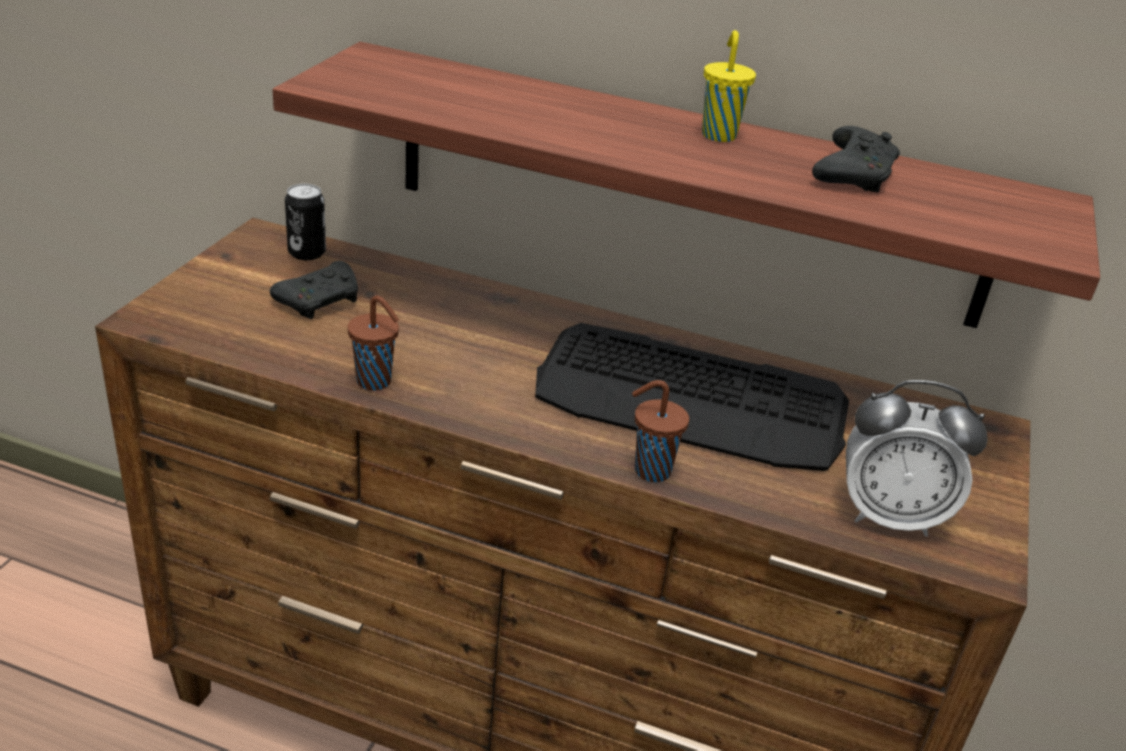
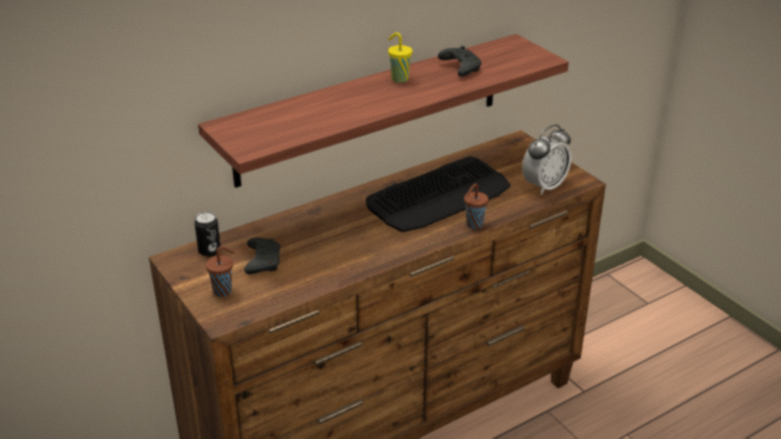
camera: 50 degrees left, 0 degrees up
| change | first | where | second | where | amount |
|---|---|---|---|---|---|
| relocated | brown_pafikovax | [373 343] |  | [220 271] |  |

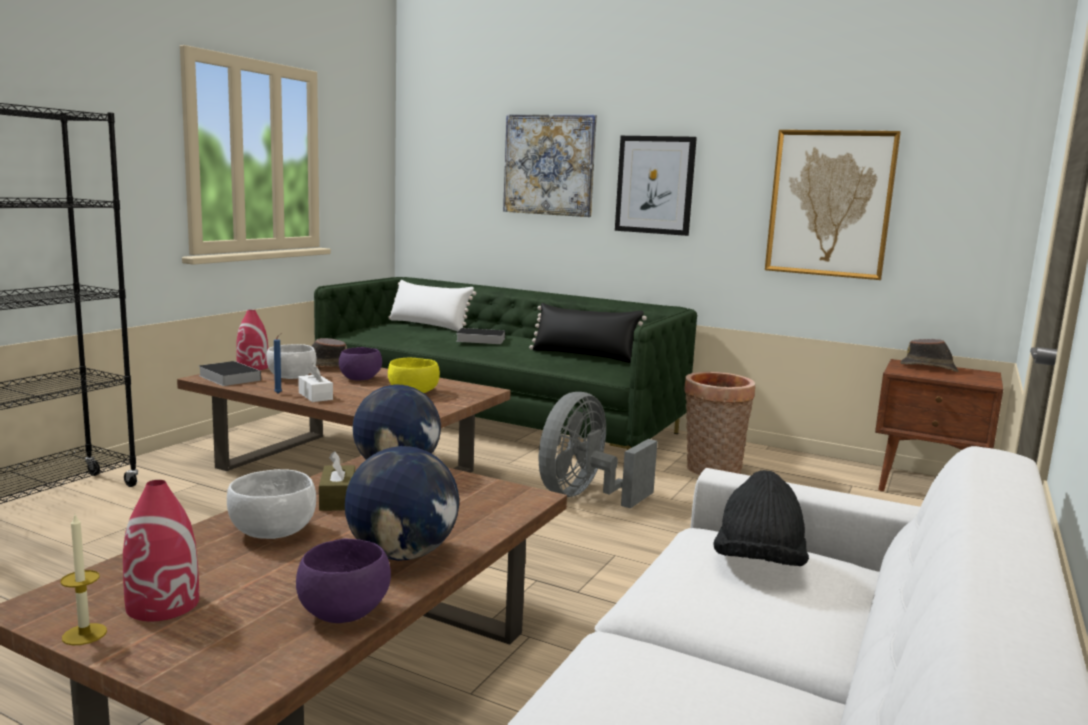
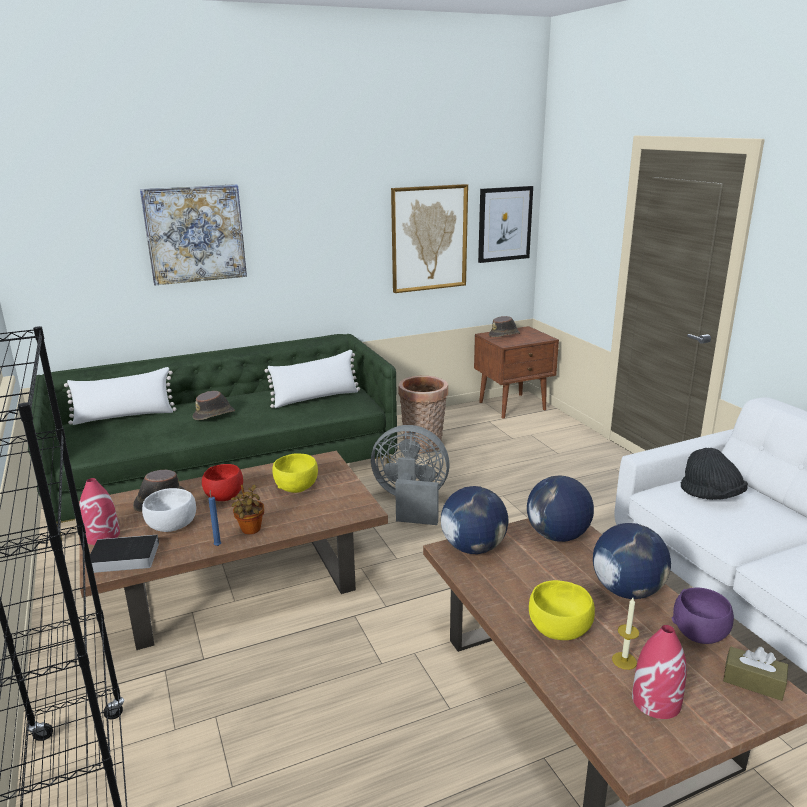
camera: 50 degrees left, 10 degrees up
| change | first | where | second | where | amount |
|---|---|---|---|---|---|
| exchanged | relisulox | [480 336] | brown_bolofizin | [213 405] |  |
| colour | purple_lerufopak | [360 363] | red_lerufopak | [222 482] |  |
| exchanged | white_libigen | [315 382] | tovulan | [247 509] |  |
| colour | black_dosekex | [588 333] | white_dosekex | [312 379] |  |
| spun | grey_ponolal | [598 450] |  | [410 475] | 120 degrees clockwise |
| relocated | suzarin | [656 186] |  | [505 224] |  |
| appeared |  |  | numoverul | [560 508] |  |
| colour | white_lerufopak | [271 504] | yellow_lerufopak | [562 610] |  |
| relocated | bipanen | [83 580] |  | [625 634] |  |
| relocated | brown_libigen | [337 481] |  | [755 674] |  |

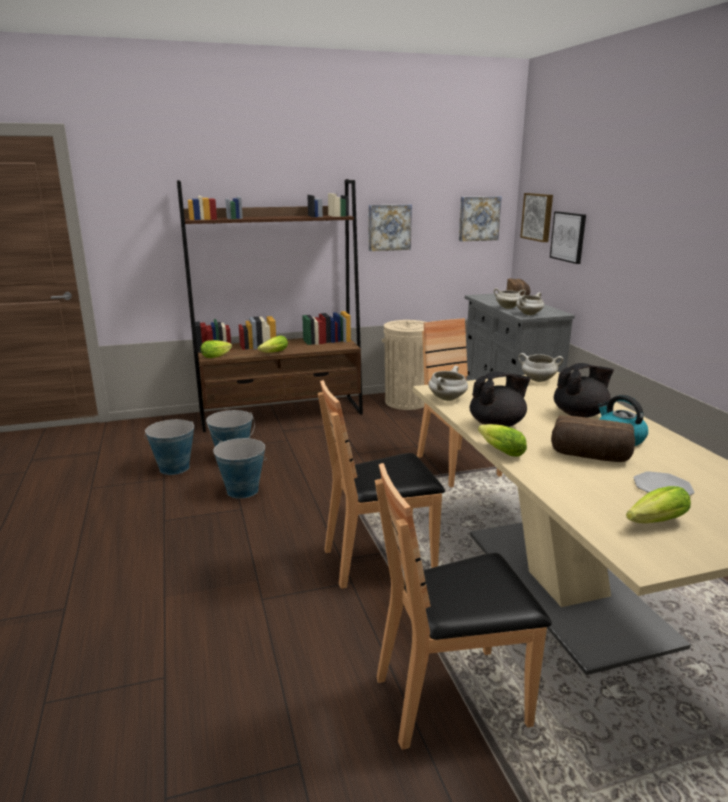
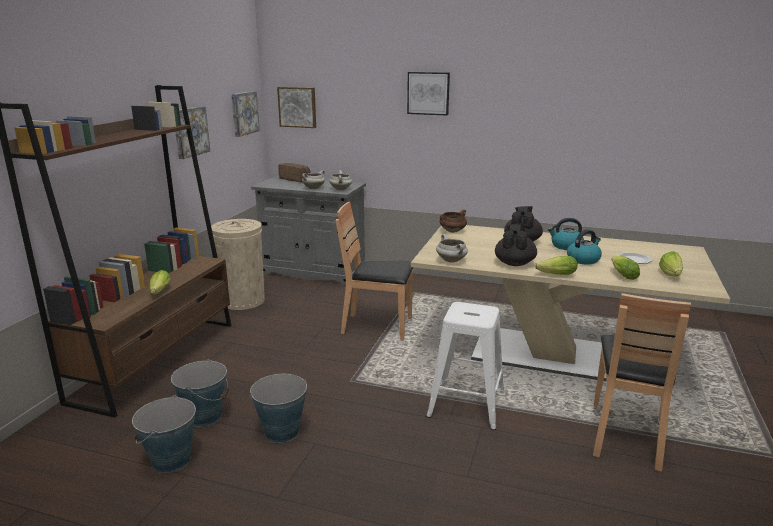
camera: 55 degrees left, 0 degrees up
| change | first | where | second | where | amount |
|---|---|---|---|---|---|
| relocated | suzarin | [568 237] |  | [428 94] |  |
| exchanged | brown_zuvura | [381 484] | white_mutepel | [465 366] |  |
| colour | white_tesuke | [540 367] | brown_tesuke | [453 221] |  |
| exchanged | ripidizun | [593 438] | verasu | [584 247] |  |
| relocated | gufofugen | [216 349] |  | [626 268] |  |

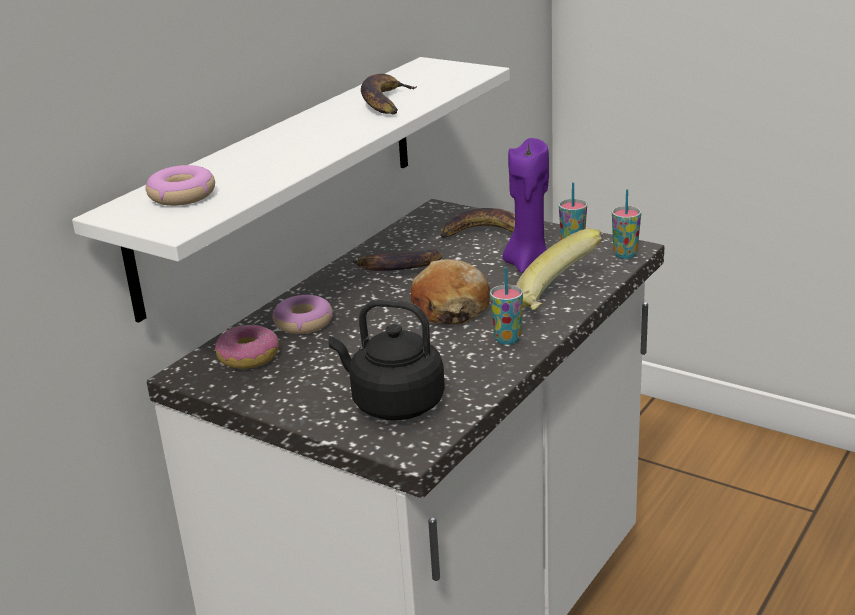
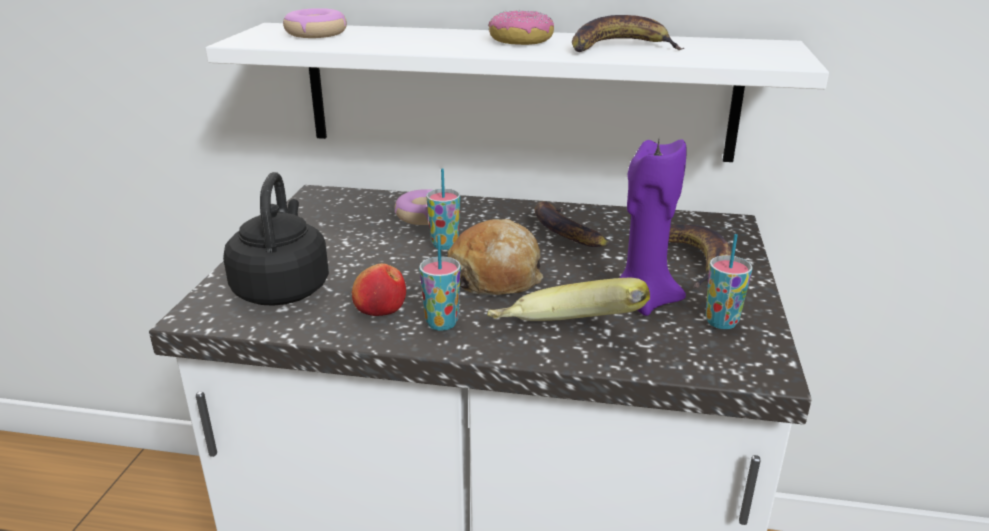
camera: 65 degrees right, 0 degrees up
| change | first | where | second | where | amount |
|---|---|---|---|---|---|
| appeared |  |  | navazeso | [379 289] |  |
| relocated | pafikovax | [626 224] |  | [443 209] |  |
| relocated | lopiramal | [247 347] |  | [521 27] |  |

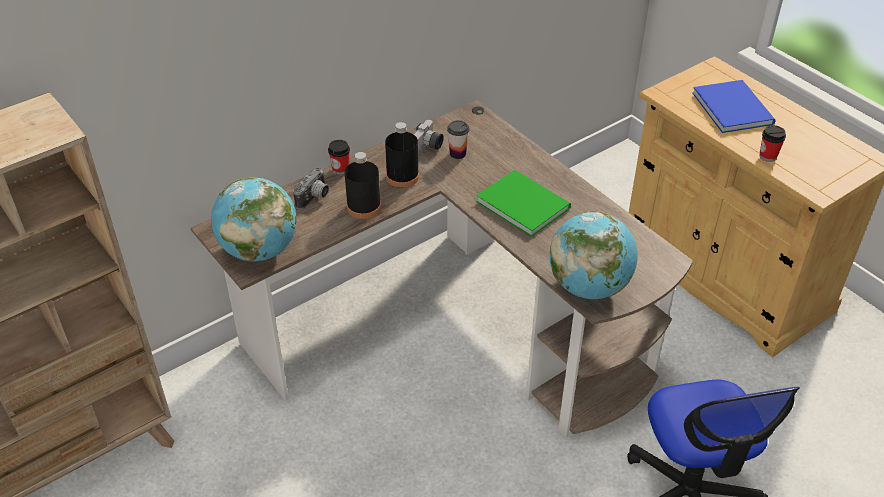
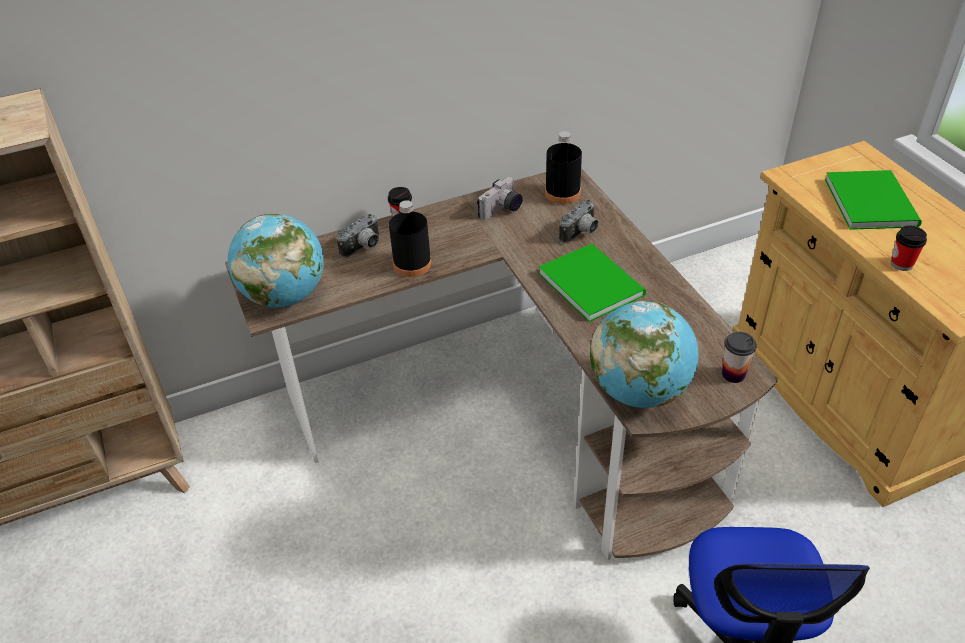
camera: 15 degrees right, 0 degrees up
| change | first | where | second | where | amount |
|---|---|---|---|---|---|
| relocated | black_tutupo | [402 155] |  | [563 167] |  |
| appeared |  |  | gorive | [579 222] |  |
| relocated | pafikovax | [458 139] |  | [739 357] |  |
| colour | blue_relisulox | [734 106] | green_relisulox | [873 200] |  |

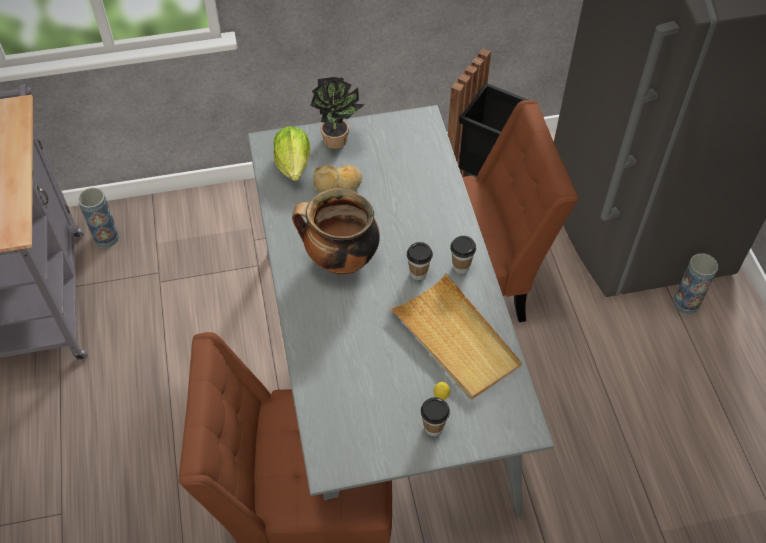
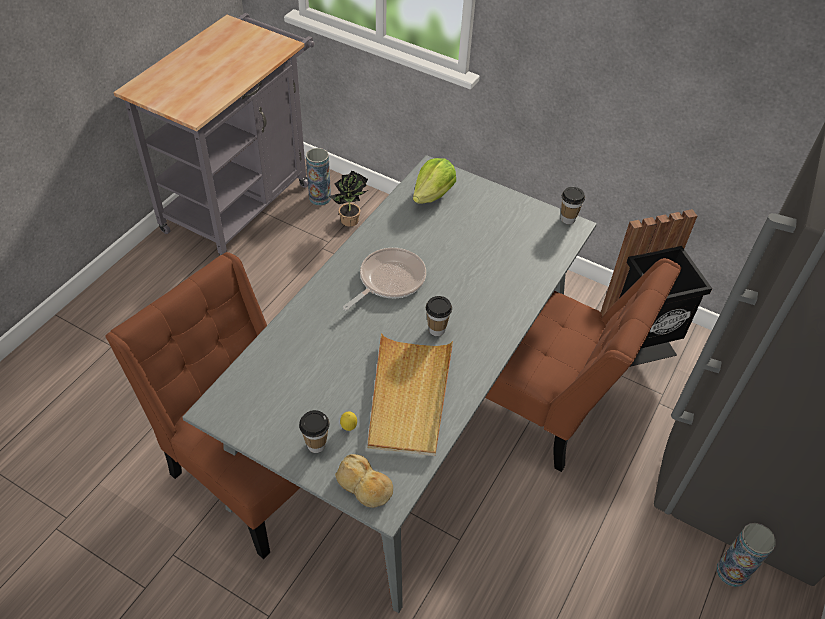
camera: 40 degrees right, 5 degrees down
| change | first | where | second | where | amount |
|---|---|---|---|---|---|
| relocated | tovulan | [337 113] |  | [348 199] |  |
| relocated | ripidizun | [337 178] |  | [364 481] |  |
| exchanged | tesuke | [336 231] | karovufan | [384 279] |  |
| relocated | pafikovax | [463 255] |  | [573 205] |  |

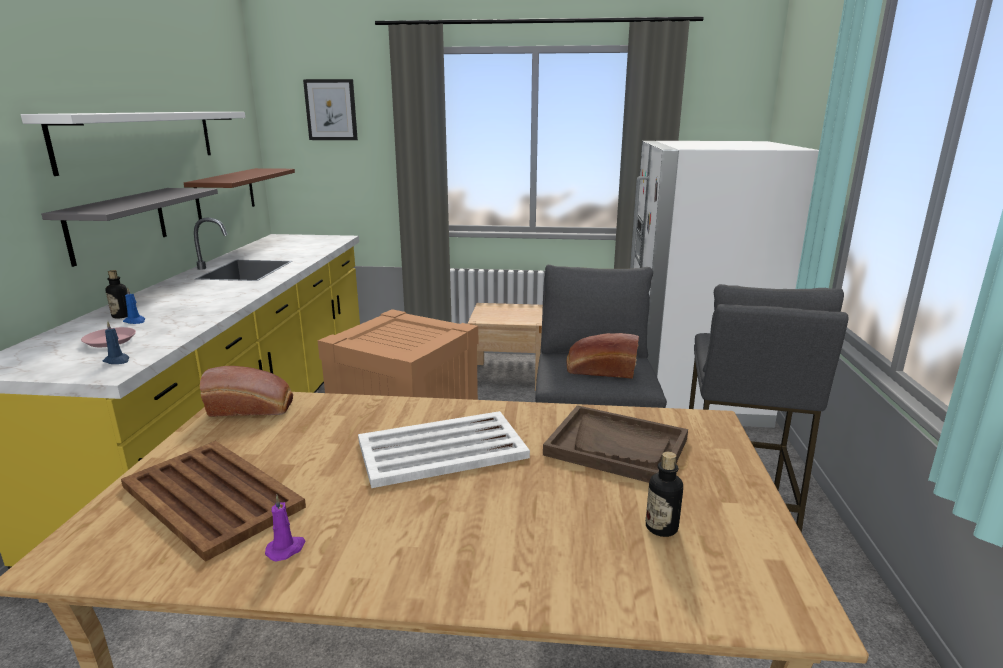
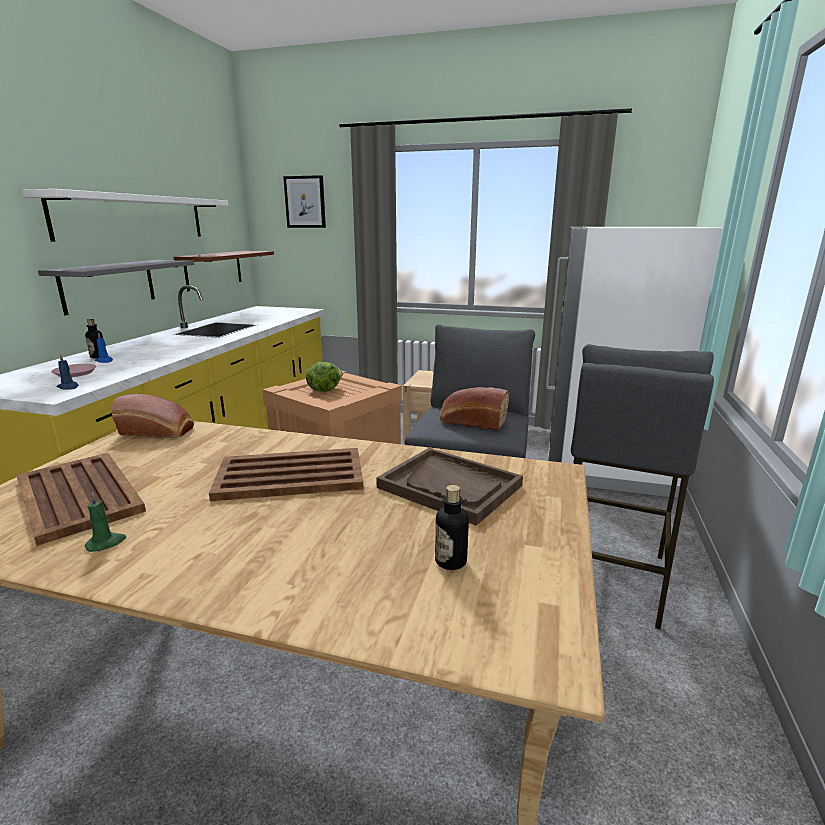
camera: 10 degrees right, 0 degrees up
| change | first | where | second | where | amount |
|---|---|---|---|---|---|
| colour | purple_bipanen | [285 528] | green_bipanen | [105 522] |  |
| colour | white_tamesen | [444 449] | brown_tamesen | [286 474] |  |
| appeared |  |  | gufofugen | [324 377] |  |

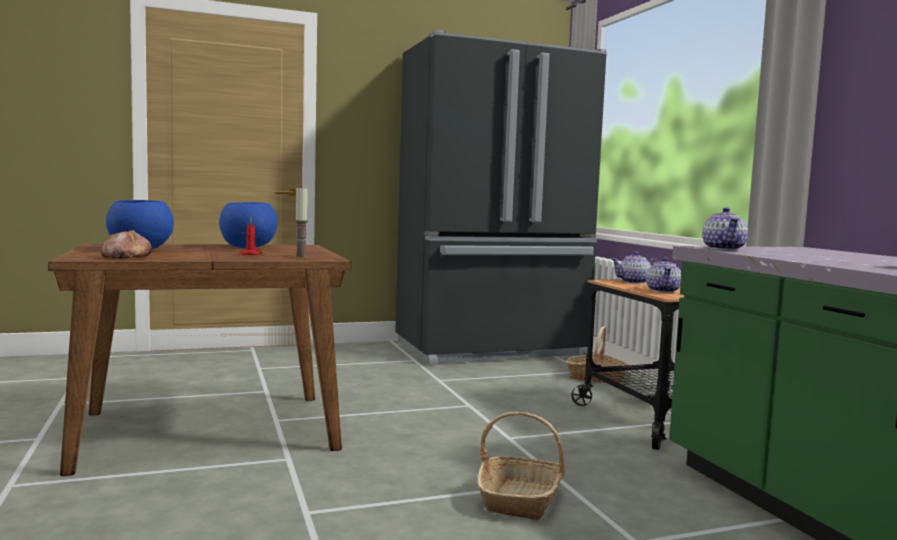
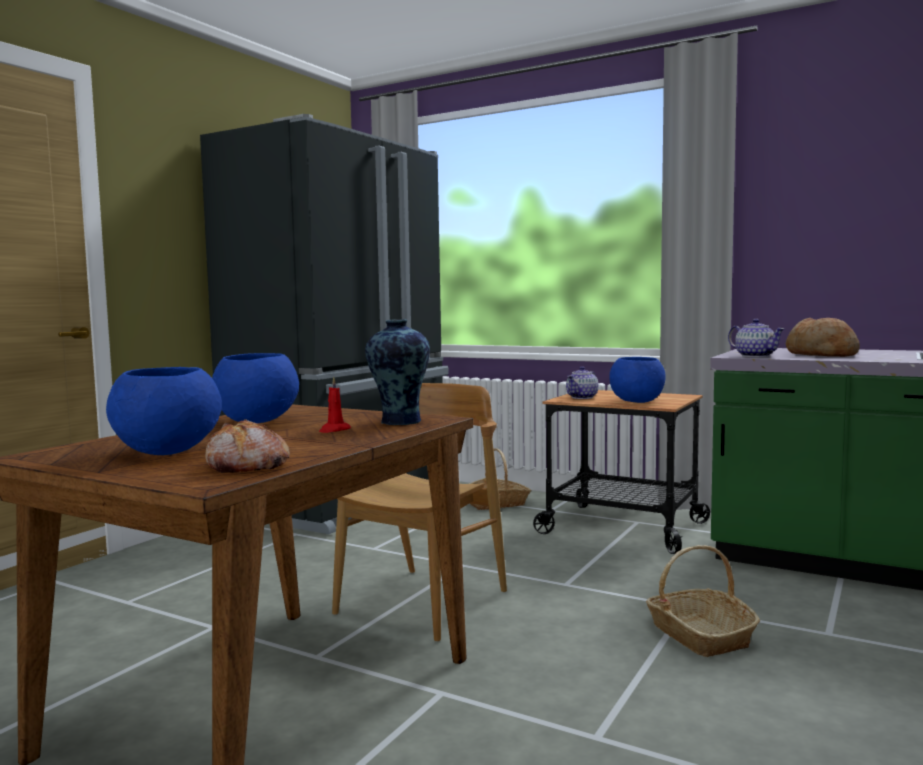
camera: 40 degrees left, 0 degrees up
| change | first | where | second | where | amount |
|---|---|---|---|---|---|
| appeared |  |  | brown_zuvura | [419 512] |  |
| exchanged | bipanen | [301 222] | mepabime | [397 372] |  |
| exchanged | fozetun | [663 275] | blue_lerufopak | [638 380] |  |
| appeared |  |  | ripidizun | [823 337] |  |

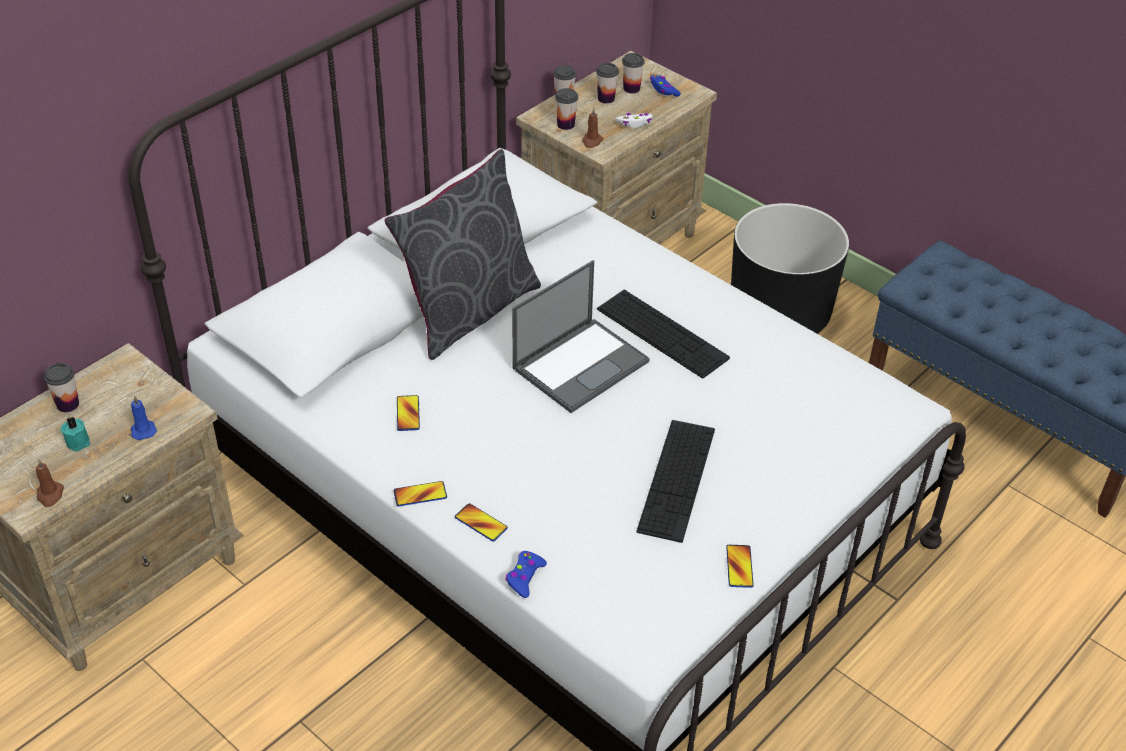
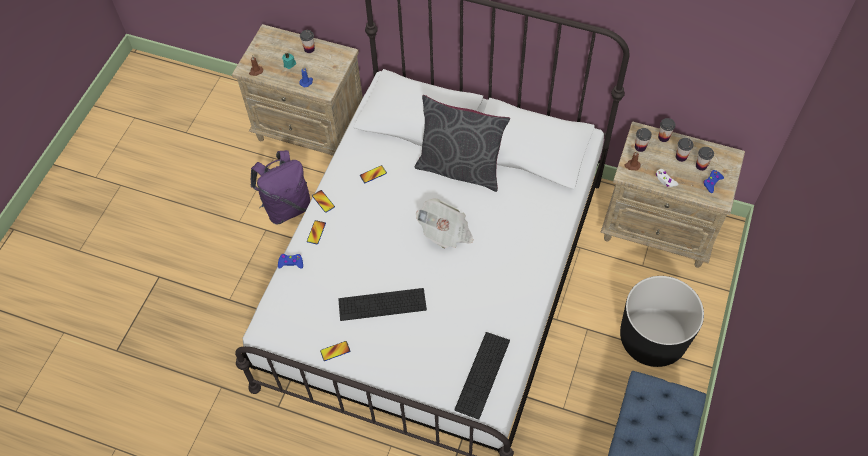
camera: 70 degrees right, 15 degrees up
| change | first | where | second | where | amount |
|---|---|---|---|---|---|
| appeared |  |  | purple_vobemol | [280 187] |  |
| exchanged | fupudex | [581 336] | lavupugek | [445 223] |  |
| relocated | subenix | [663 334] |  | [482 376] |  |

